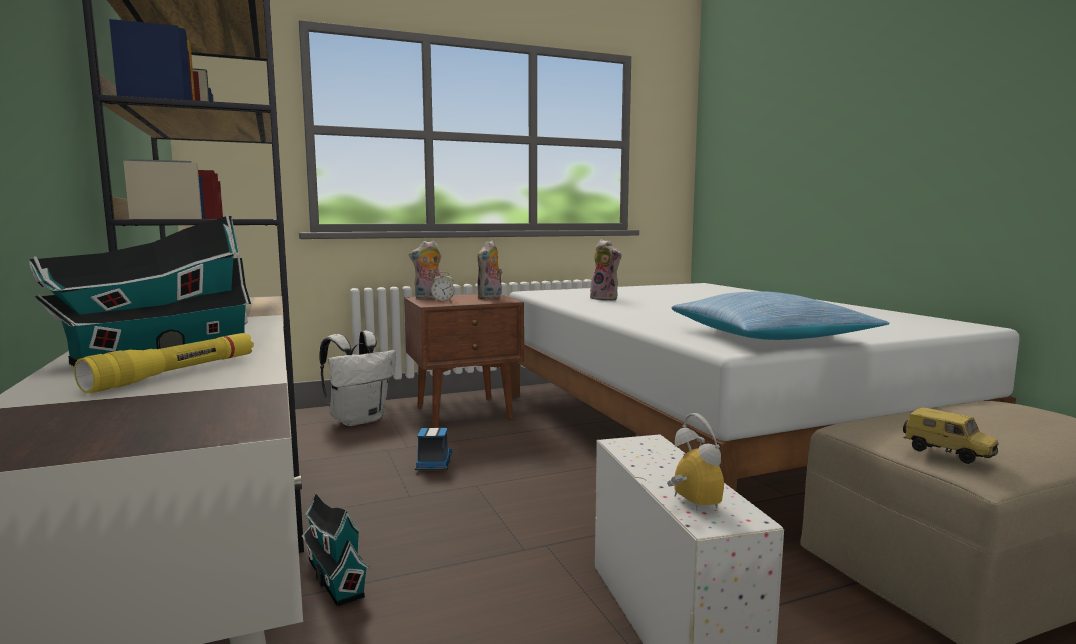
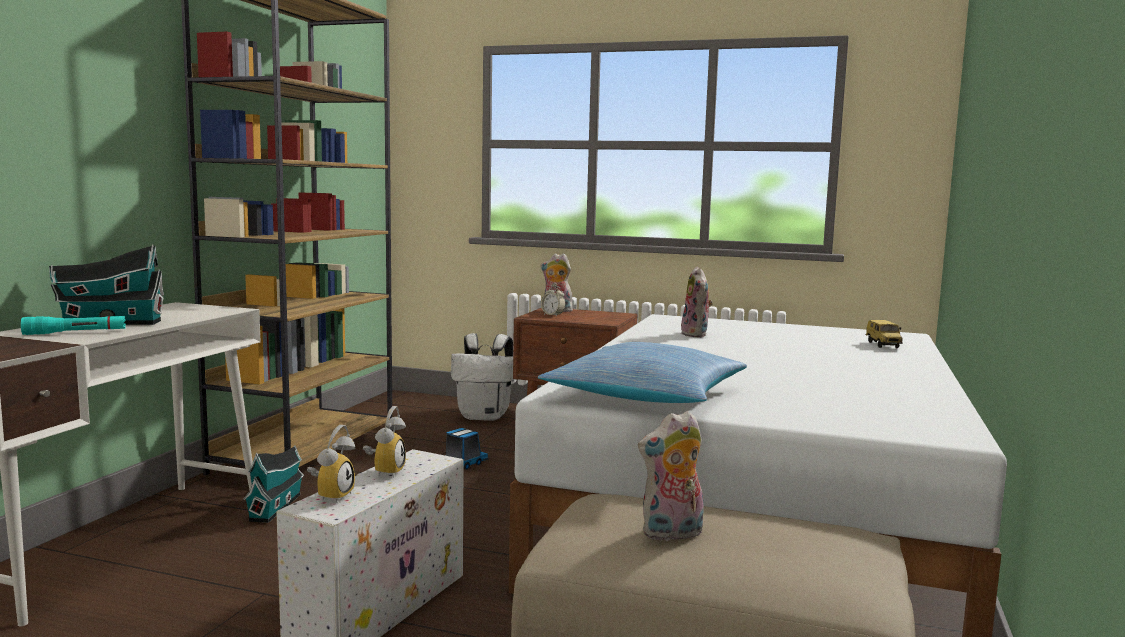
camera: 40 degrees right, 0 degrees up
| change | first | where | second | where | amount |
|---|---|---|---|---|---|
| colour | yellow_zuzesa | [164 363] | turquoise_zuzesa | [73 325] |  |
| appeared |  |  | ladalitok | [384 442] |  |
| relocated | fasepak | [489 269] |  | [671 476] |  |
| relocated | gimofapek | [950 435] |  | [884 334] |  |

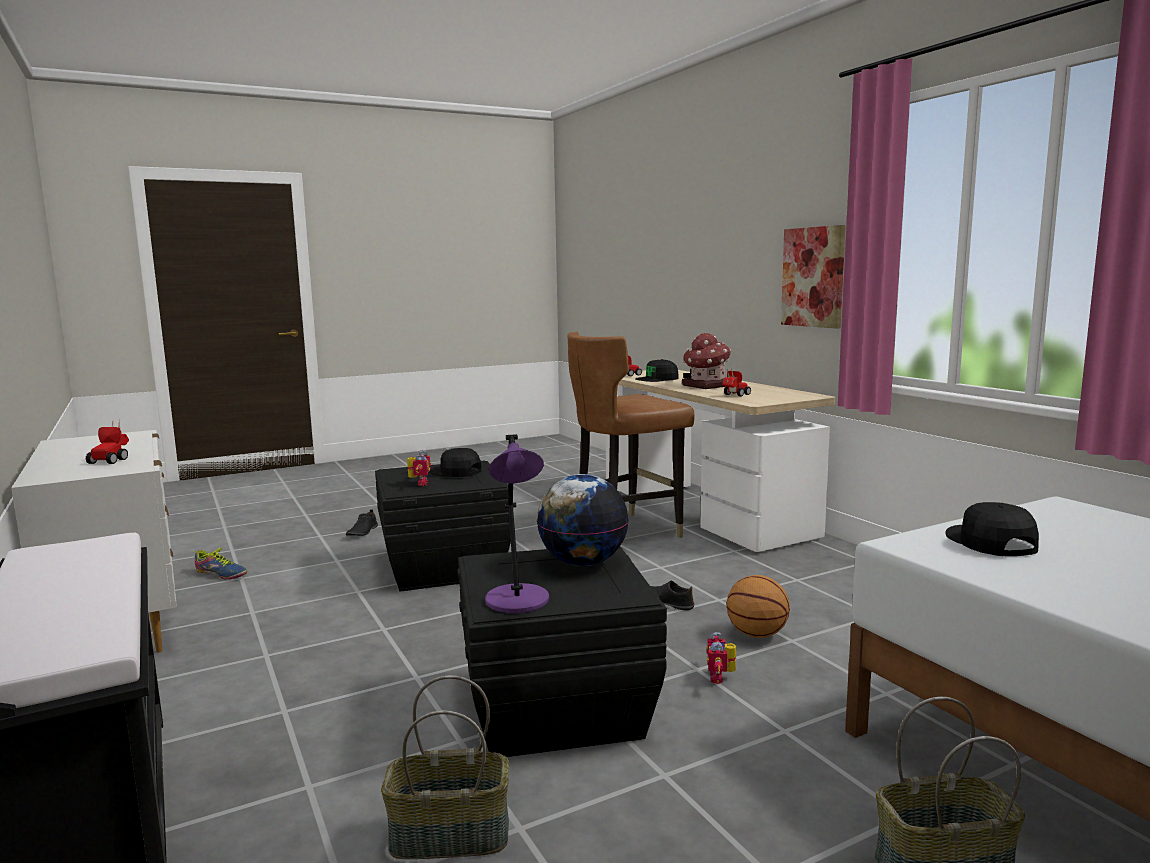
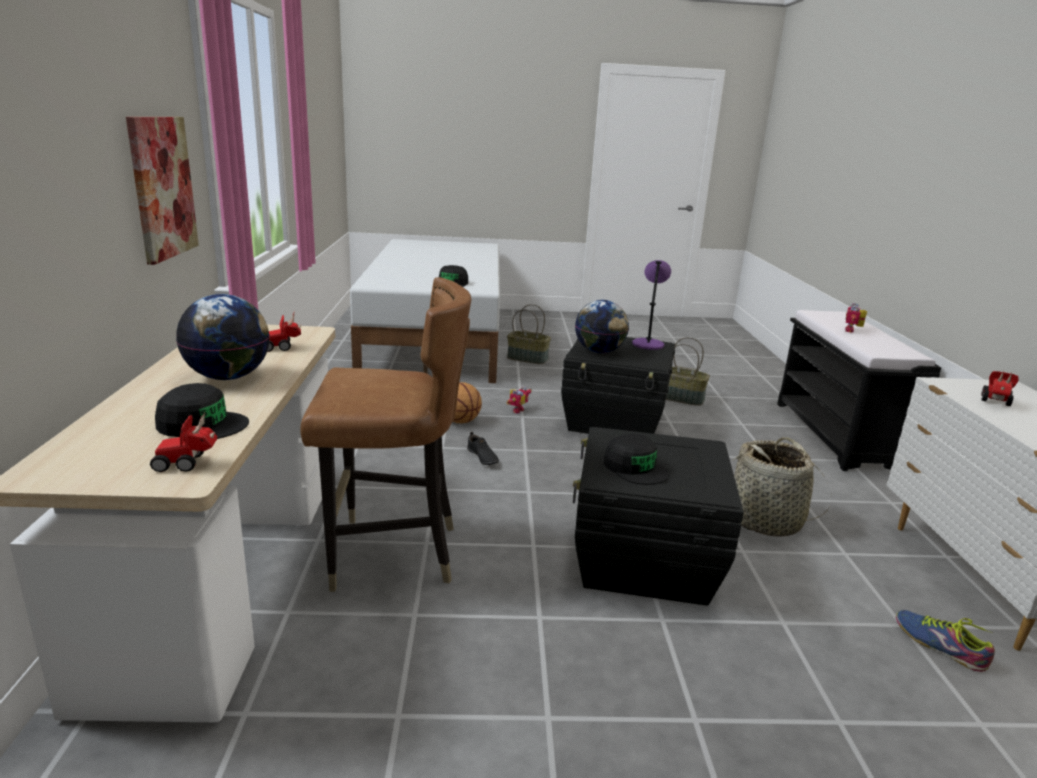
camera: 155 degrees left, 10 degrees up
| change | first | where | second | where | amount |
|---|---|---|---|---|---|
| exchanged | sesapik | [706 361] | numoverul | [223 337] |  |
| appeared |  |  | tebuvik | [780 487] |  |
| relocated | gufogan | [419 468] |  | [856 317] |  |
| missing | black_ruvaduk | [362 522] |  |  |  |

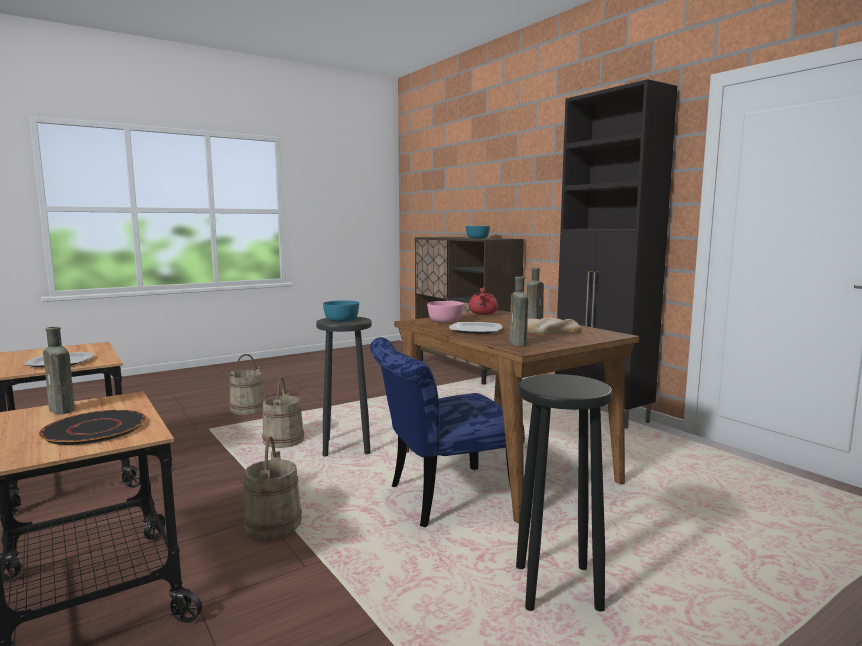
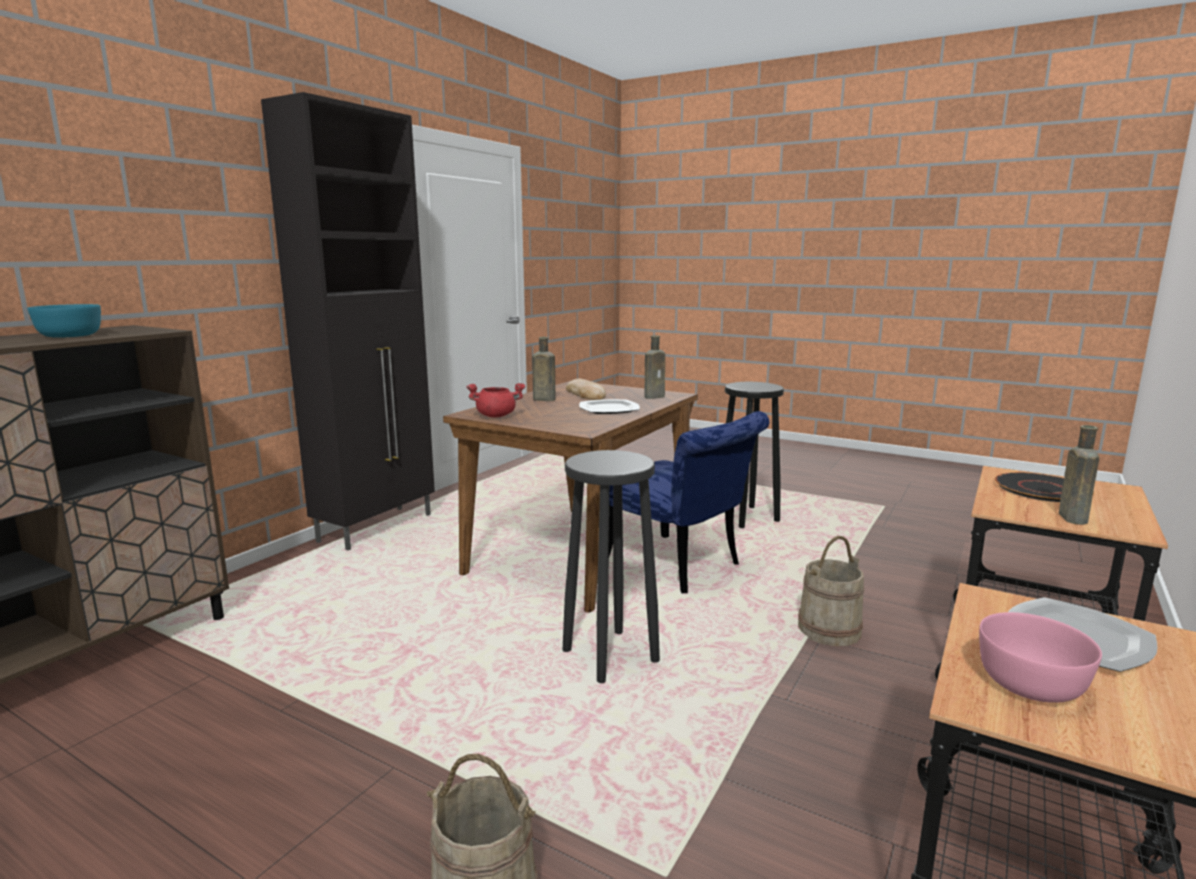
camera: 115 degrees left, 5 degrees up
| change | first | where | second | where | amount |
|---|---|---|---|---|---|
| relocated | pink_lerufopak | [445 312] |  | [1040 657] |  |
| missing | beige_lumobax | [283 412] |  |  |  |
| missing | turquoise_lerufopak | [341 311] |  |  |  |

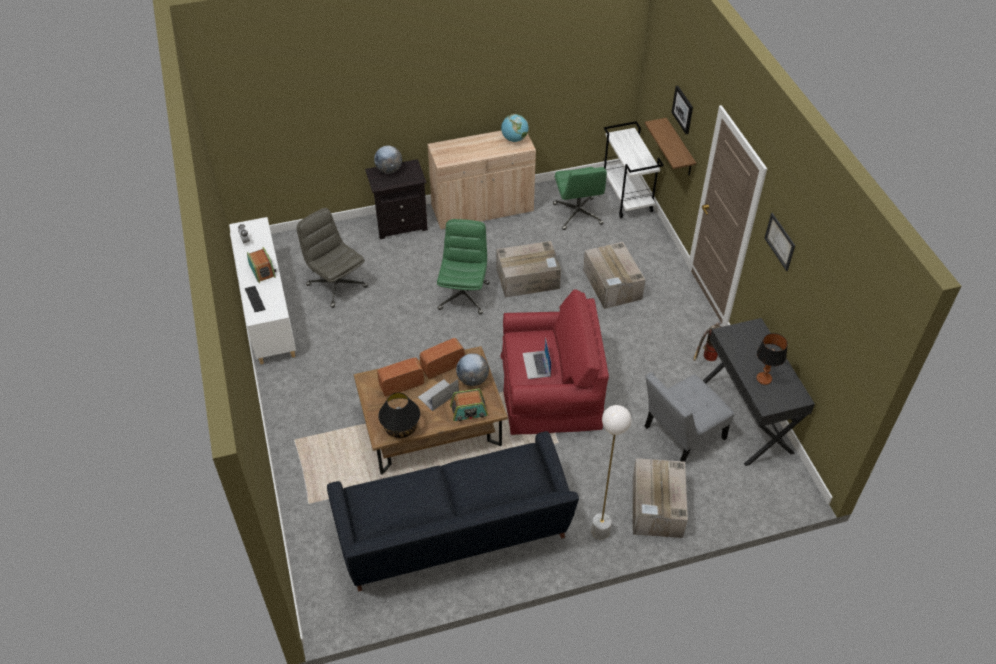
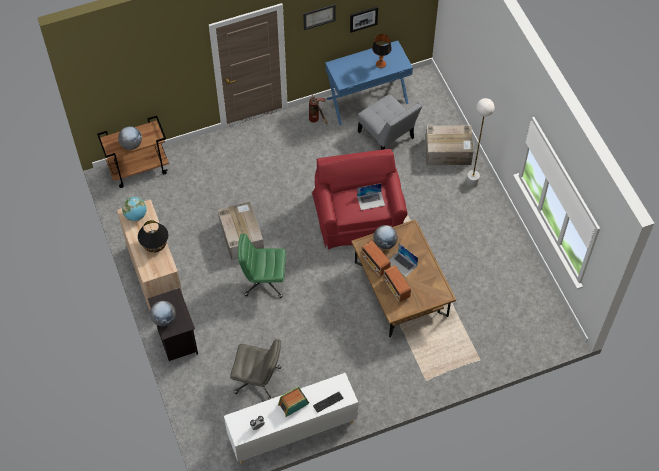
camera: 95 degrees left, 10 degrees up
| change | first | where | second | where | amount |
|---|---|---|---|---|---|
| colour | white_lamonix | [633 170] | brown_lamonix | [133 152] |  |
| appeared |  |  | numoverul | [130 138] |  |
| relocated | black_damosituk | [399 415] |  | [153 236] |  |
| spun | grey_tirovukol | [332 258] |  | [255 369] | 120 degrees counterclockwise |
| colour | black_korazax | [759 392] | blue_korazax | [369 83] |  |
| relocated | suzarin | [682 110] |  | [364 19] |  |
| missing | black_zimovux | [453 511] |  |  |  |
| missing | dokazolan | [469 405] |  |  |  |
| missing | green_tirovukol | [580 198] |  |  |  |
| missing | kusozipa | [614 275] |  |  |  |
| missing | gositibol | [670 147] |  |  |  |

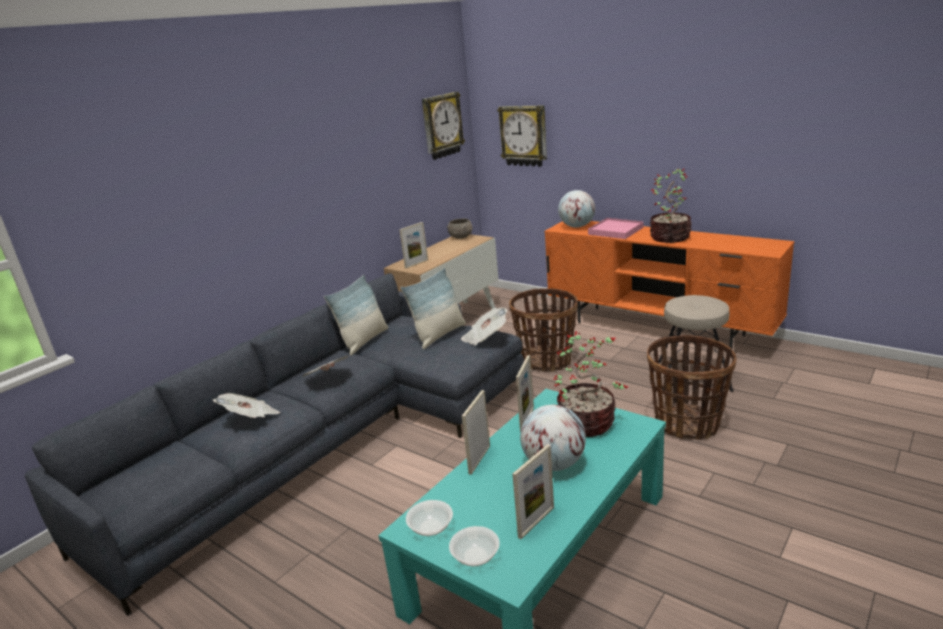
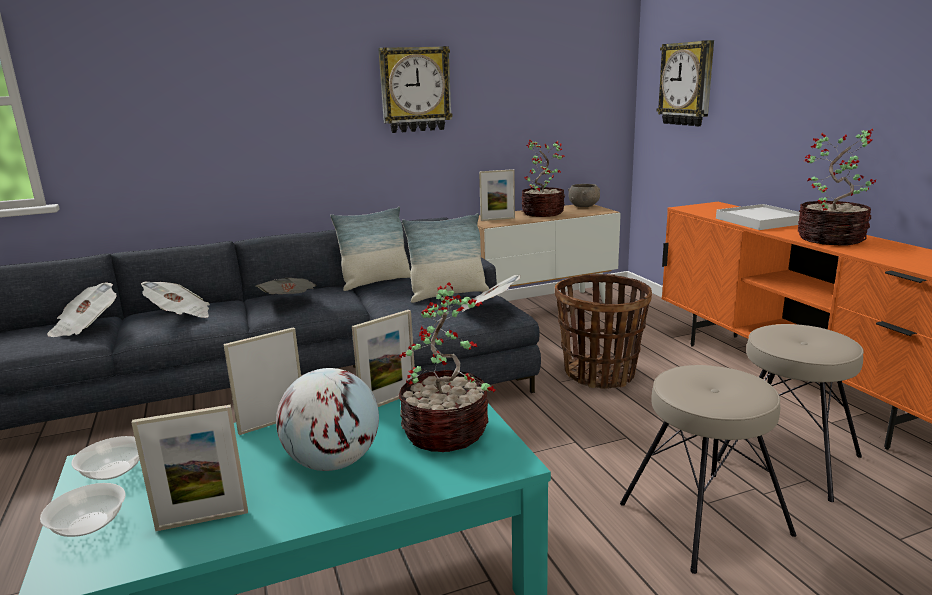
camera: 30 degrees right, 5 degrees down
| change | first | where | second | where | amount |
|---|---|---|---|---|---|
| appeared |  |  | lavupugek | [81 309] |  |
| relocated | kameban | [443 126] |  | [415 89] |  |
| appeared |  |  | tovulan | [543 178] |  |
| exchanged | tebuvik | [692 387] | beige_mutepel | [708 469] |  |
| colour | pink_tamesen | [616 228] | white_tamesen | [758 217] |  |
| missing | numoverul | [576 209] |  |  |  |

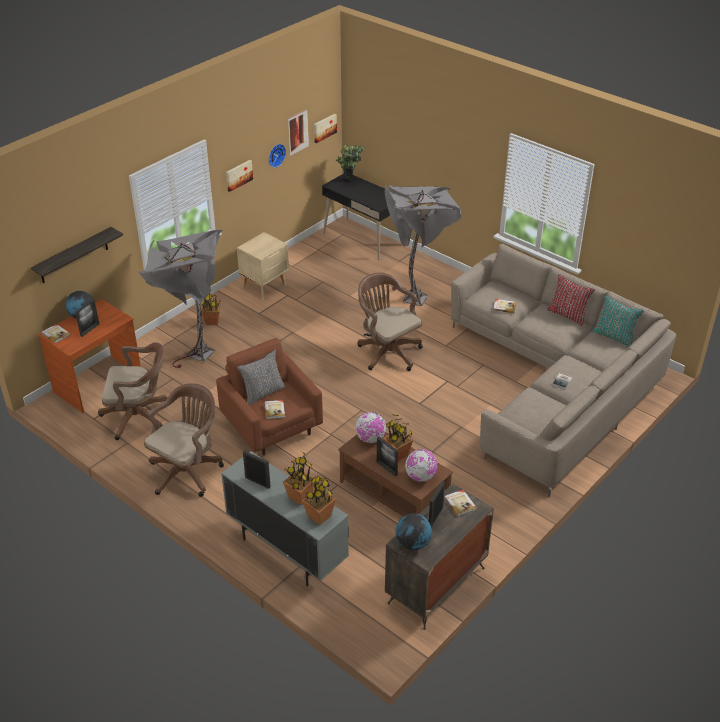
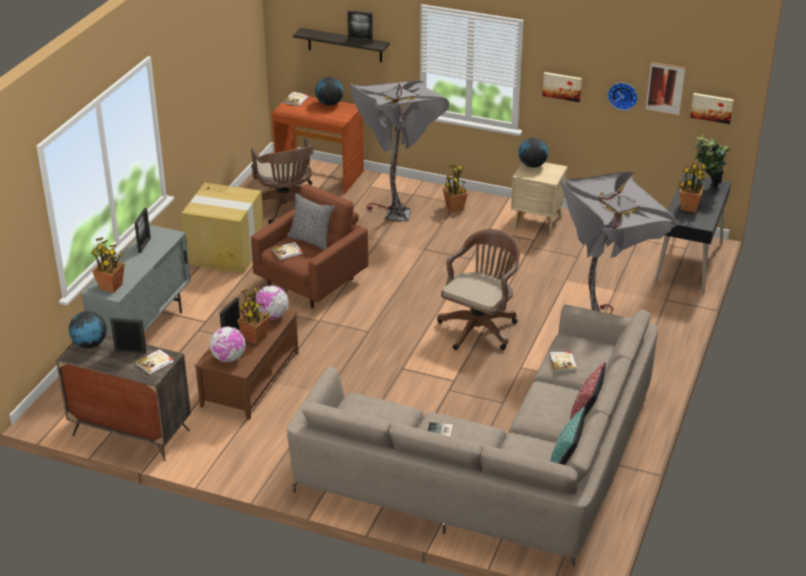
camera: 70 degrees right, 5 degrees down
| change | first | where | second | where | amount |
|---|---|---|---|---|---|
| exchanged | brown_tirovukol | [184 440] | kusozipa | [223 228] |  |
| relocated | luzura | [87 318] |  | [360 27] |  |
| appeared |  |  | numoverul | [533 153] |  |
| relocated | tovulan | [298 478] |  | [693 187] |  |

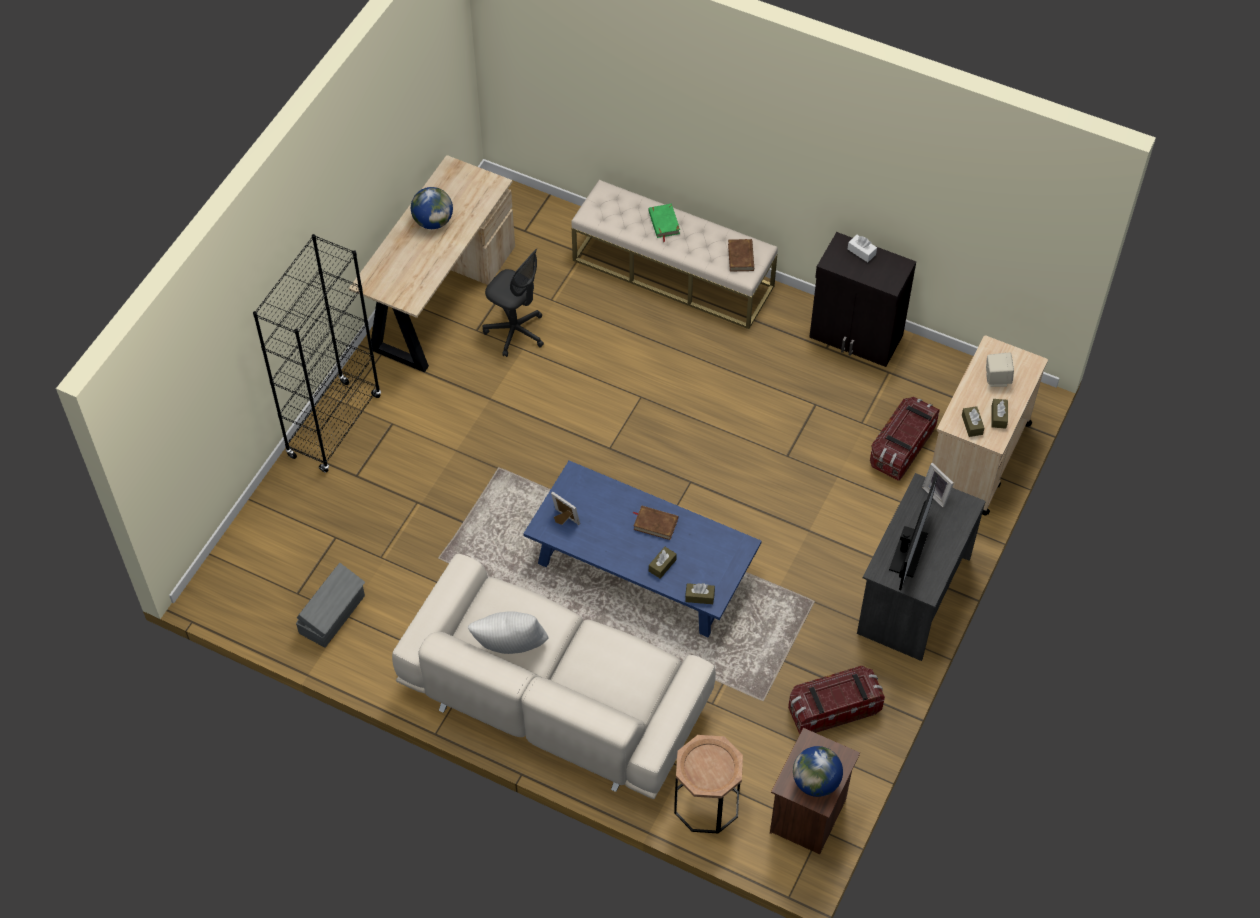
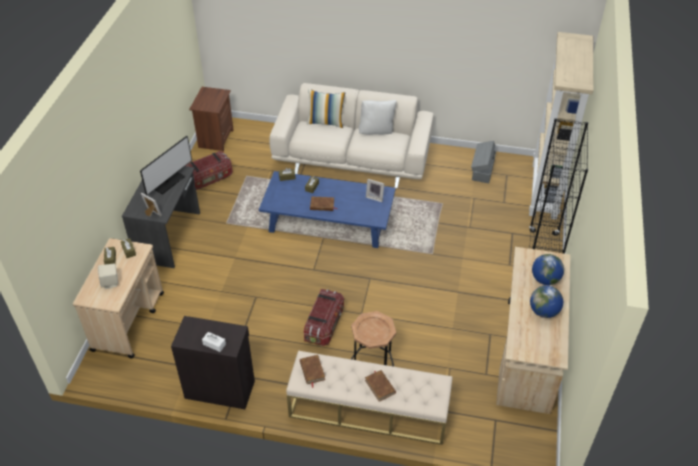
camera: 165 degrees right, 10 degrees down
| change | first | where | second | where | amount |
|---|---|---|---|---|---|
| spun | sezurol | [913 531] |  | [166 165] | 150 degrees counterclockwise |
| relocated | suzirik | [905 439] |  | [324 317] |  |
| appeared |  |  | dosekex | [326 108] |  |
| relocated | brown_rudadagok | [708 784] |  | [373 338] |  |
| colour | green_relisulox | [664 223] | brown_relisulox | [380 386] |  |
| appeared |  |  | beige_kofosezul | [561 126] |  |
| relocated | numoverul | [818 771] |  | [548 269] |  |
| missing | grey_tirovukol | [513 302] |  |  |  |

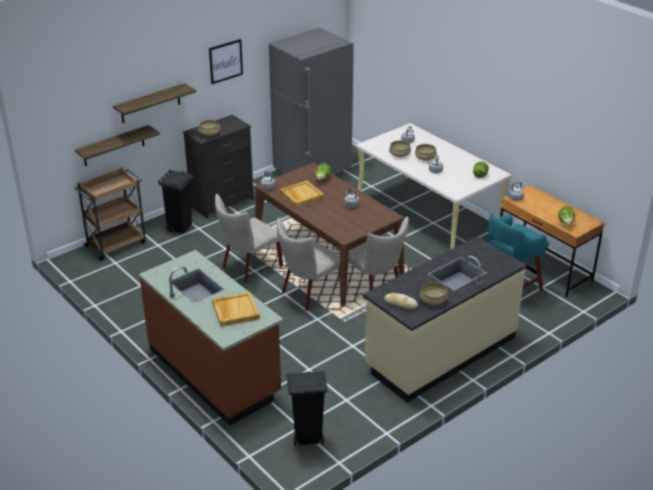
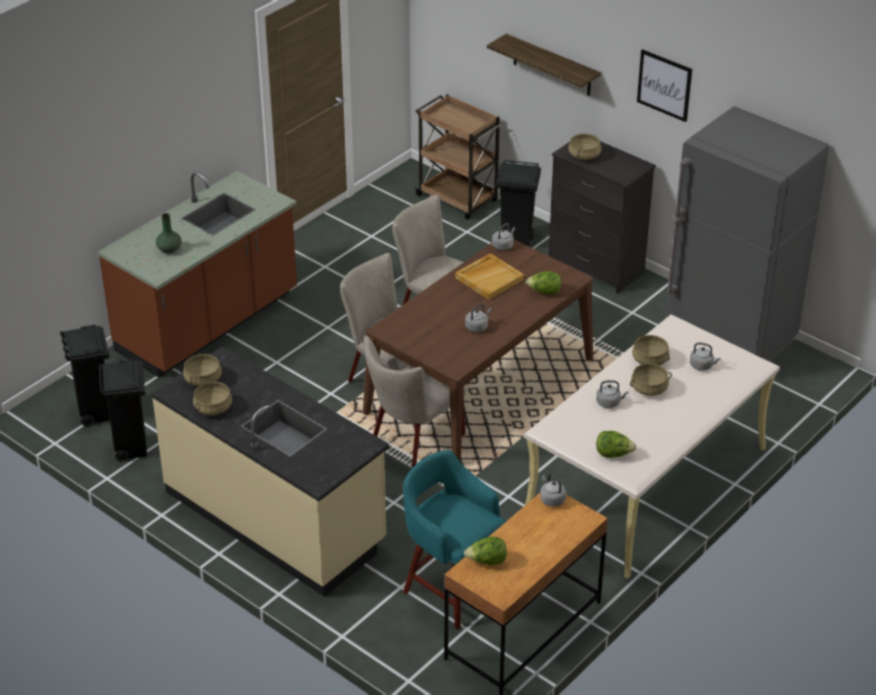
camera: 80 degrees right, 5 degrees up
| change | first | where | second | where | amount |
|---|---|---|---|---|---|
| appeared |  |  | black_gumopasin | [122 410] |  |
| exchanged | beige_tamesen | [236 309] | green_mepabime | [169 233] |  |
| exchanged | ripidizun | [401 301] | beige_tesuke | [202 370] |  |
| missing | gositibol | [117 145] |  |  |  |

